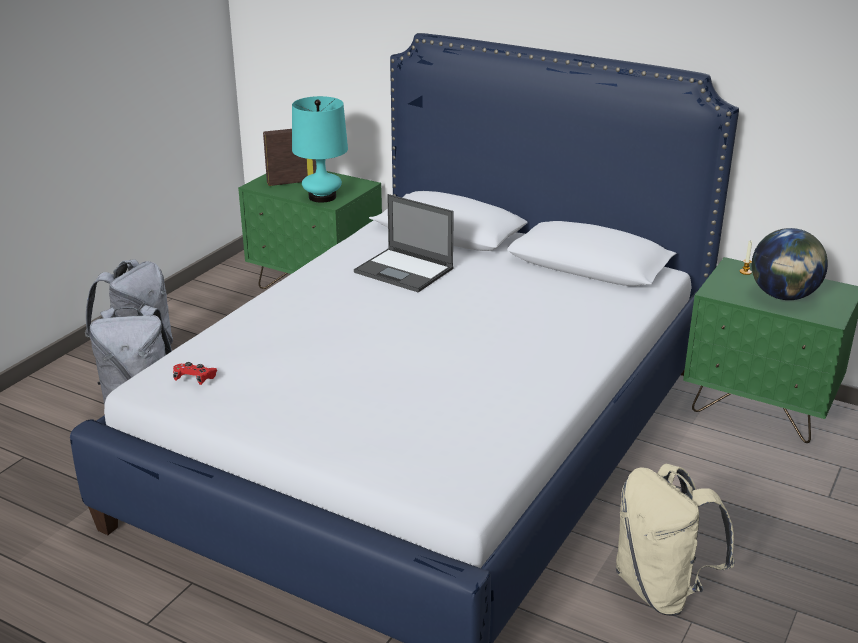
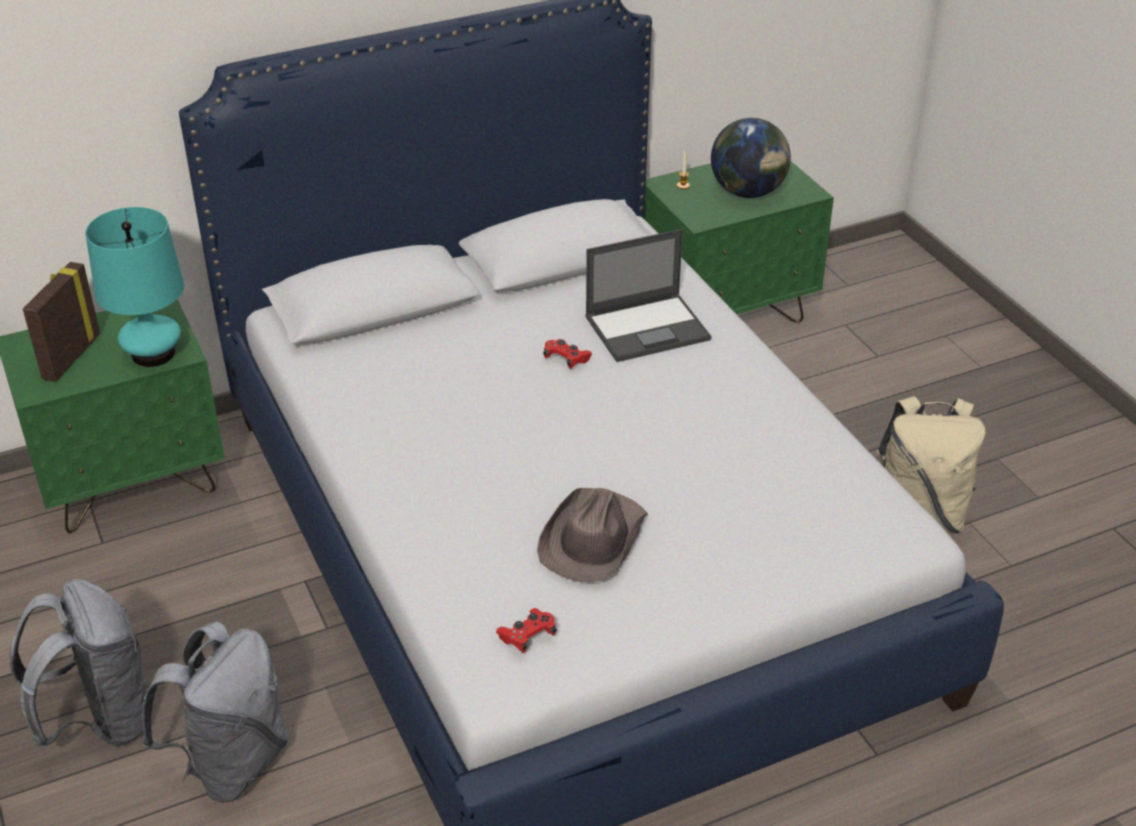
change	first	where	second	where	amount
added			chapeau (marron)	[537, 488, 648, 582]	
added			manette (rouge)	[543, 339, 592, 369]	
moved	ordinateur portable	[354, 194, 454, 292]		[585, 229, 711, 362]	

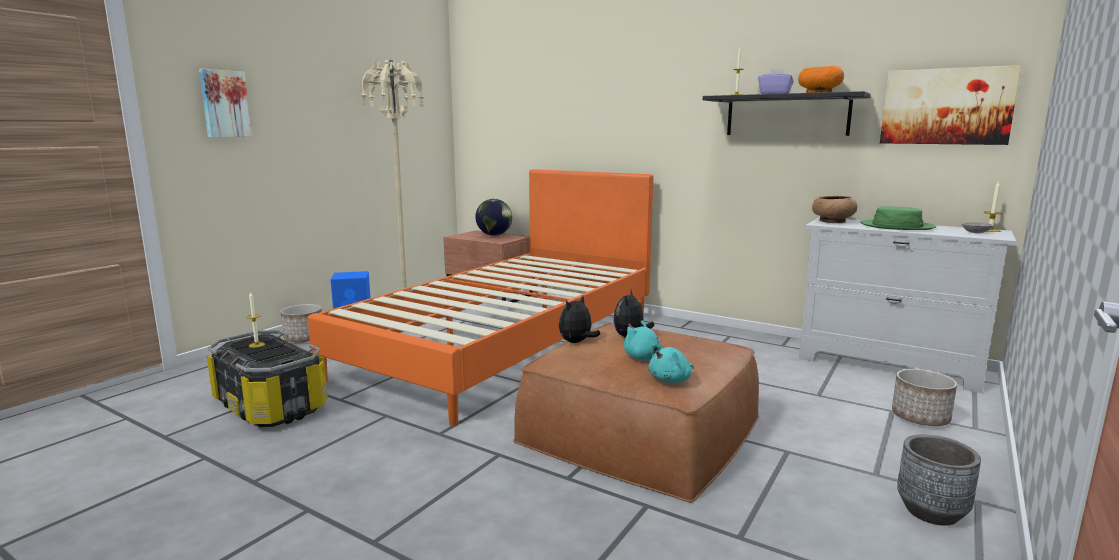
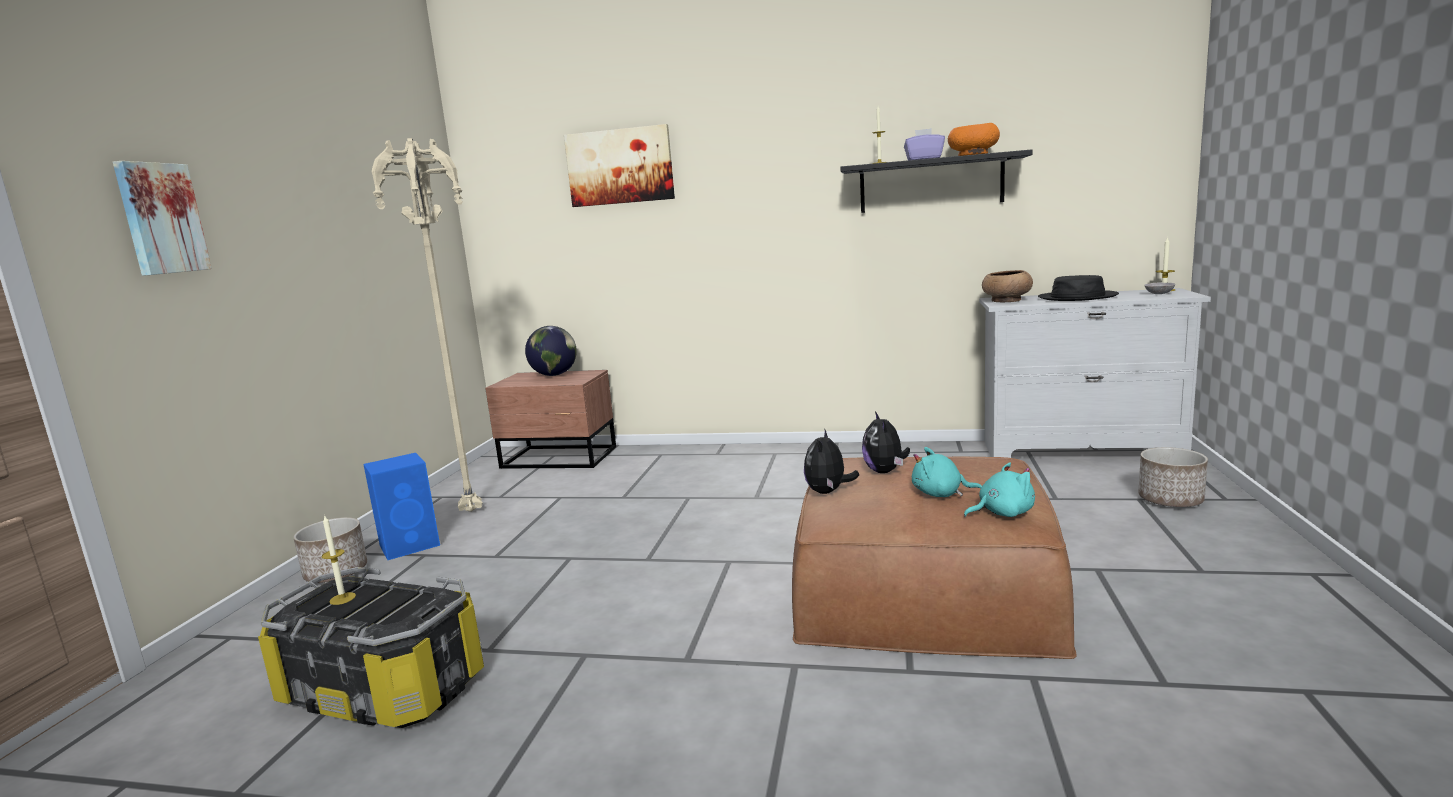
change	first	where	second	where	amount
removed	lit (orange)	[308, 169, 654, 426]			
removed	cache-pot (gris)	[897, 435, 981, 526]			
moved	tableau	[880, 65, 1021, 145]		[564, 124, 675, 207]	
recoloured	chapeau (vert)	[860, 206, 937, 230]	chapeau (noir)	[1038, 275, 1119, 301]	
turned	peluche (turquoise)	[649, 344, 694, 383]		[964, 463, 1035, 517]	135 degrees counterclockwise

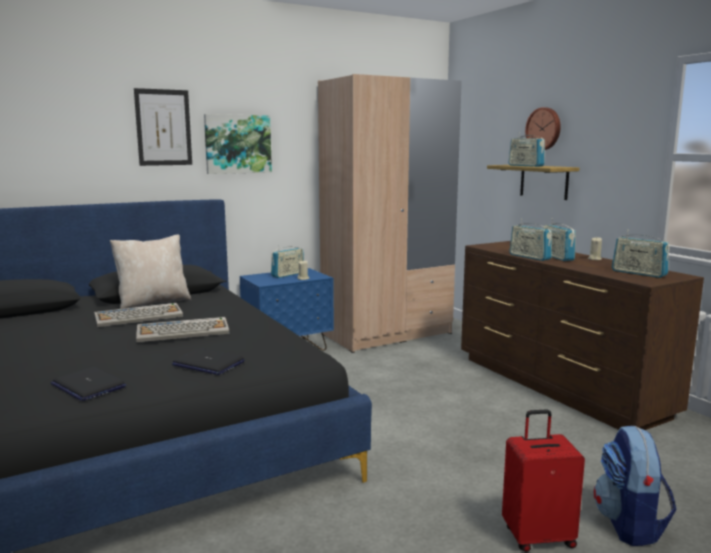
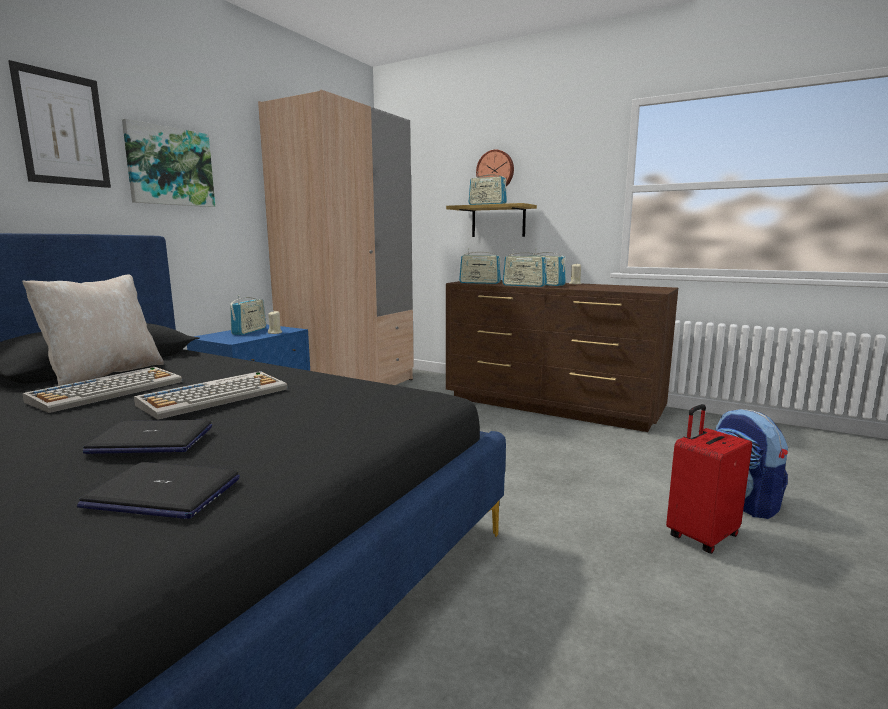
change	first	where	second	where	amount
moved	ordinateur portable	[172, 348, 245, 375]		[83, 420, 212, 454]	
moved	radio	[612, 230, 670, 278]		[459, 248, 501, 284]	

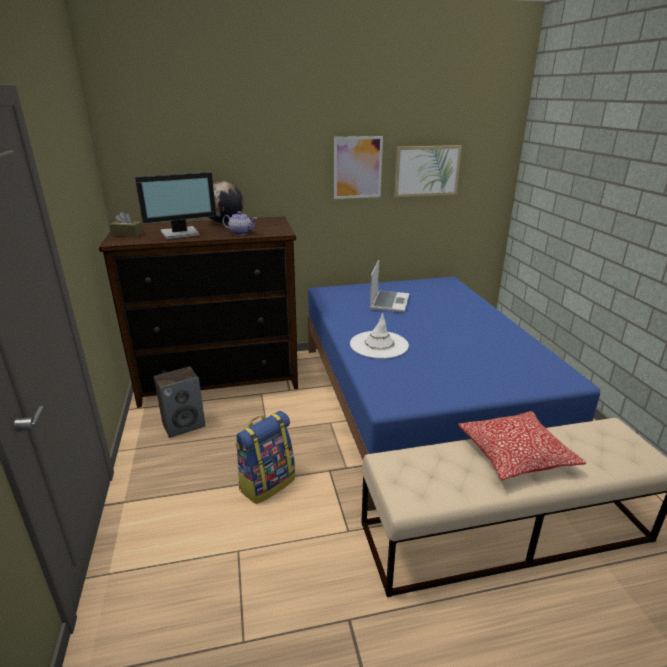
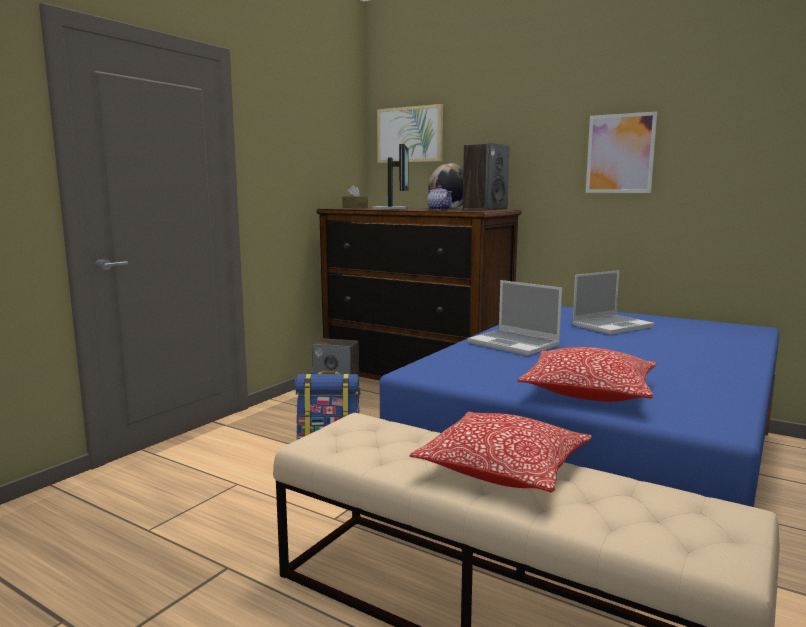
change	first	where	second	where	amount
added			enceinte	[463, 143, 509, 210]	
added			coussin	[517, 347, 657, 402]	
moved	tableau	[394, 145, 462, 197]		[377, 104, 443, 163]	
replaced	chapeau (blanc)	[350, 312, 409, 359]	ordinateur portable	[468, 280, 562, 356]	
turned	écran d'ordinateur	[135, 172, 216, 239]		[372, 144, 408, 209]	105 degrees counterclockwise

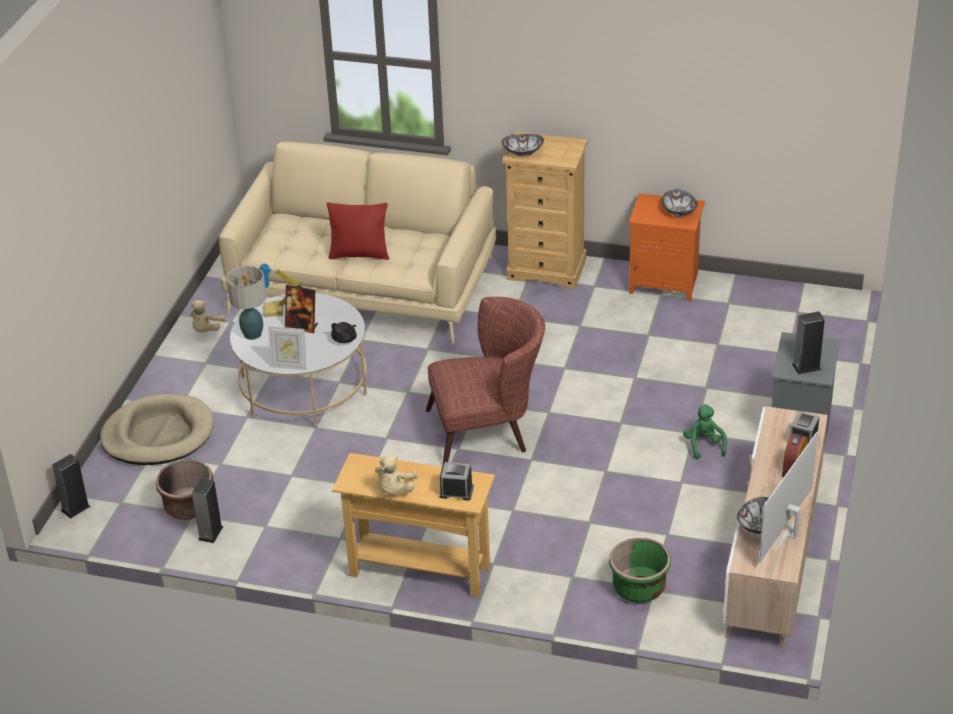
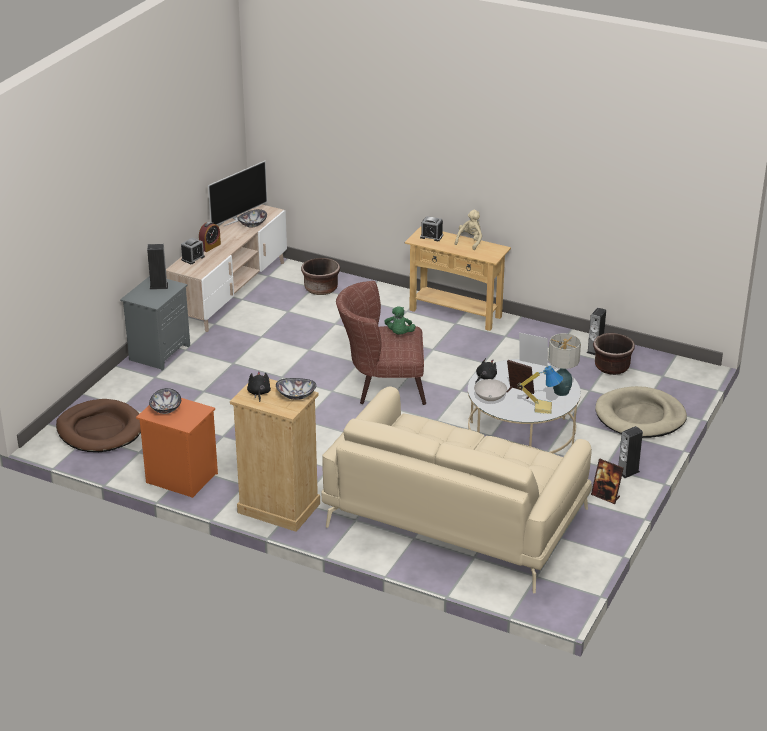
change	first	where	second	where	amount
removed	coussin (rouge)	[327, 202, 389, 260]			
added			panier pour chien (marron)	[56, 399, 141, 452]	
added			peluche (noir)	[247, 371, 271, 402]	
added			bol (blanc)	[474, 379, 507, 401]	
moved	enceinte	[52, 454, 90, 519]		[618, 426, 643, 478]	
moved	peluche (vert)	[683, 404, 727, 460]		[384, 306, 416, 335]	
replaced	peluche (beige)	[190, 300, 226, 333]	cadre photo	[591, 459, 624, 504]	
recoloured	cache-pot (vert)	[609, 538, 671, 603]	cache-pot (marron)	[301, 258, 340, 295]	

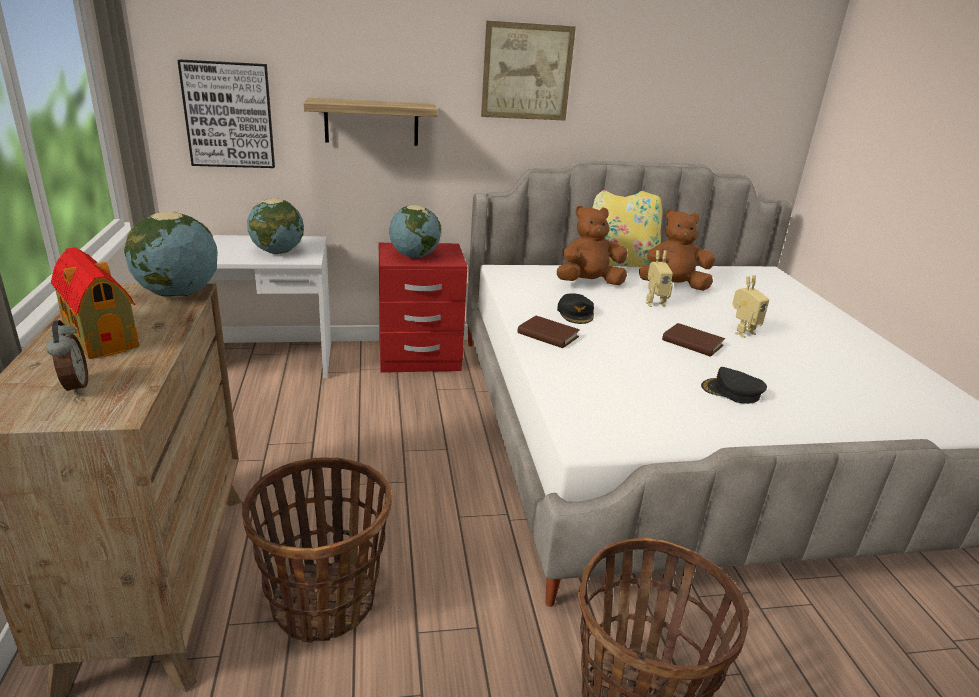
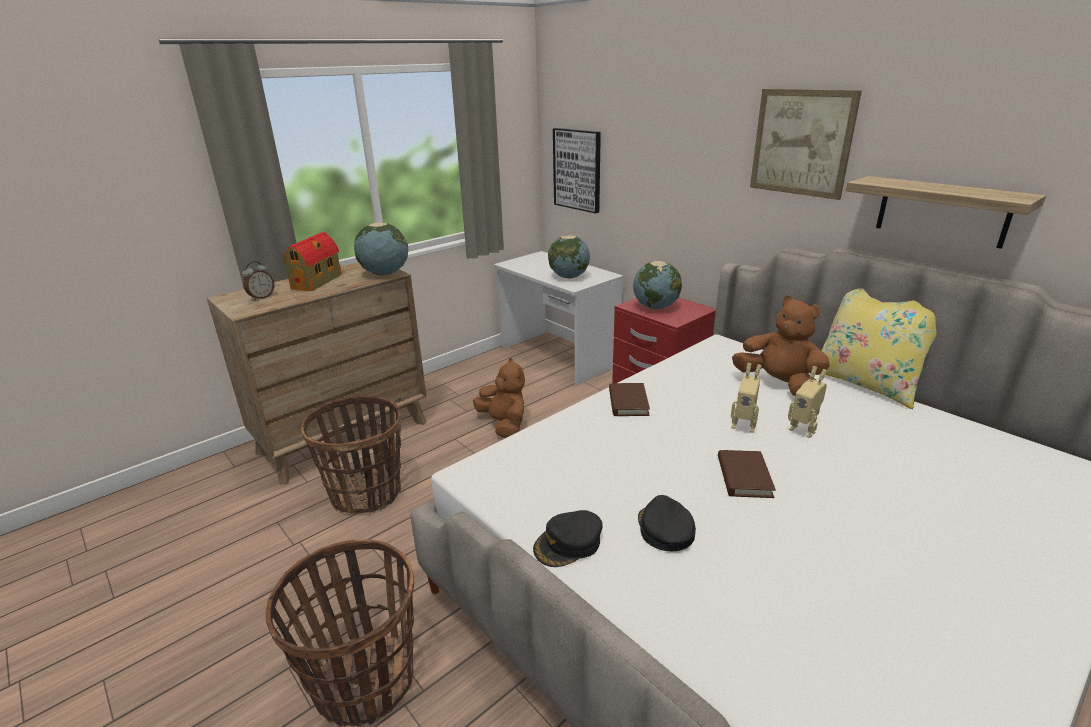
change	first	where	second	where	amount
moved	étagère	[304, 98, 438, 146]		[846, 176, 1046, 249]	
moved	casquette (noir)	[557, 293, 594, 324]		[533, 510, 603, 567]	
moved	peluche (marron)	[639, 209, 715, 291]		[473, 358, 525, 438]	
moved	robot jouet	[732, 275, 769, 338]		[731, 363, 762, 433]	

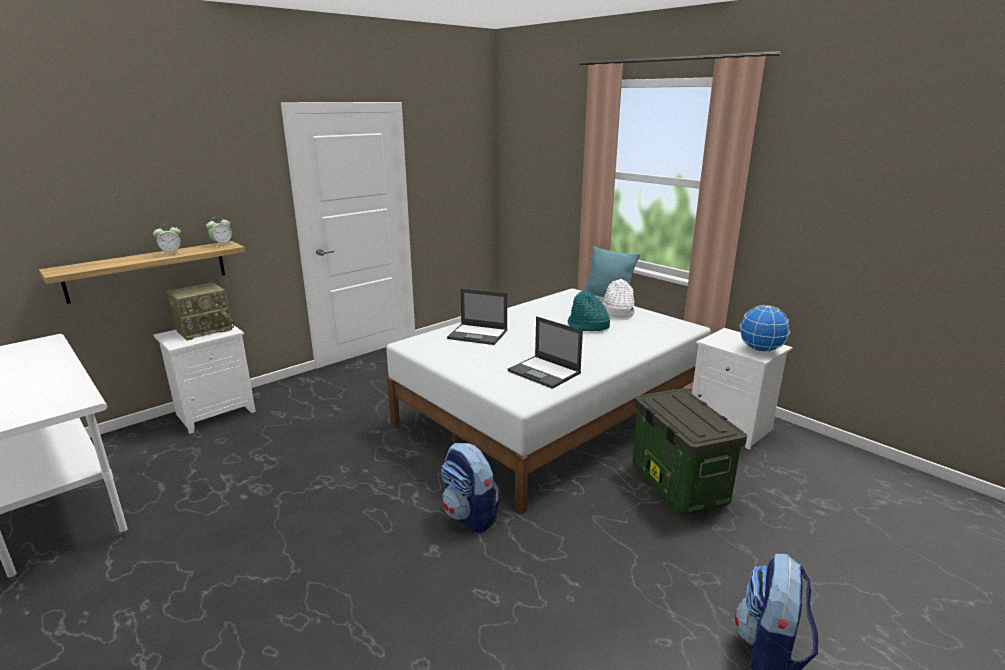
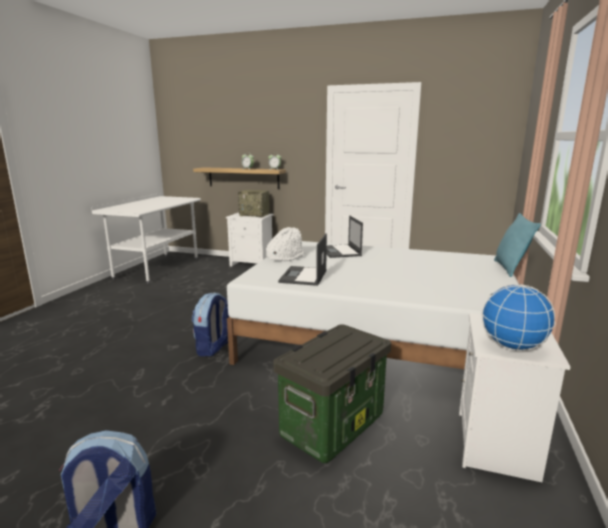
change	first	where	second	where	amount
removed	chapeau (turquoise)	[568, 291, 610, 331]			
moved	chapeau (blanc)	[603, 279, 635, 317]		[266, 227, 305, 261]	

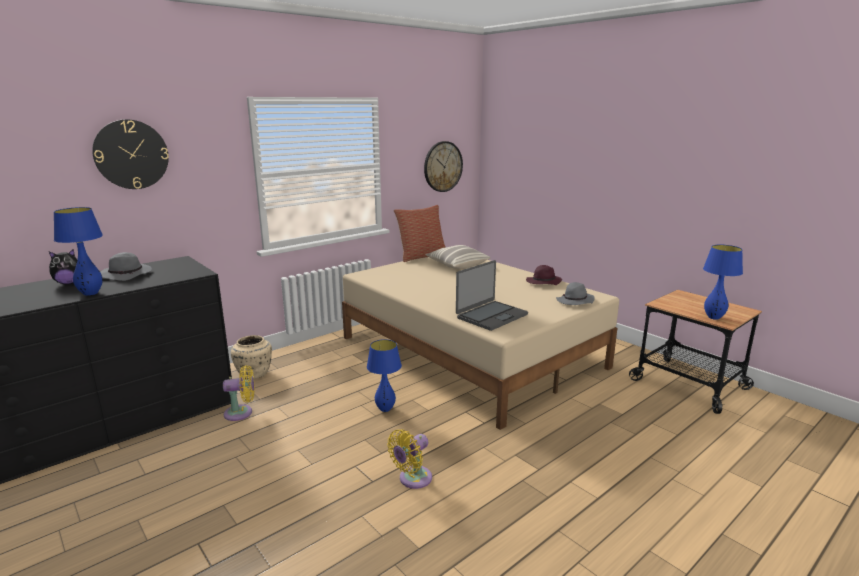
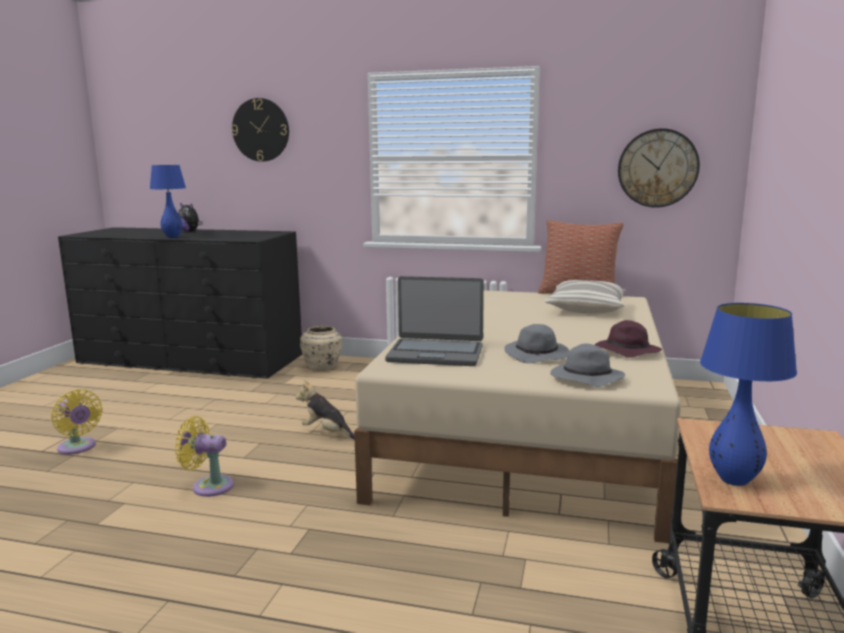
change	first	where	second	where	amount
moved	chapeau (gris)	[100, 252, 152, 281]		[504, 324, 570, 363]	
moved	ventilateur (jaune)	[223, 365, 255, 421]		[51, 389, 102, 455]	
replaced	lampe de table (bleu)	[367, 339, 402, 412]	peluche	[296, 380, 355, 439]	

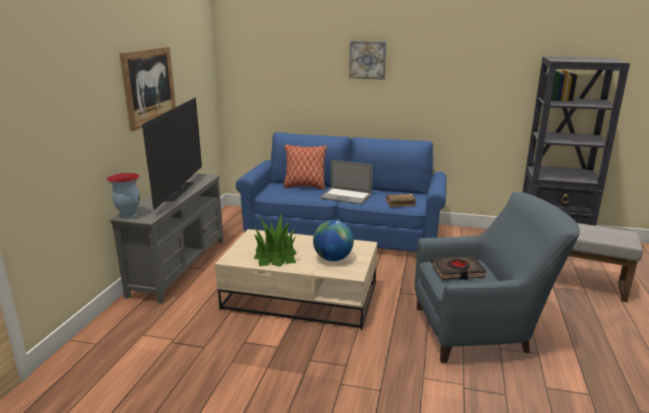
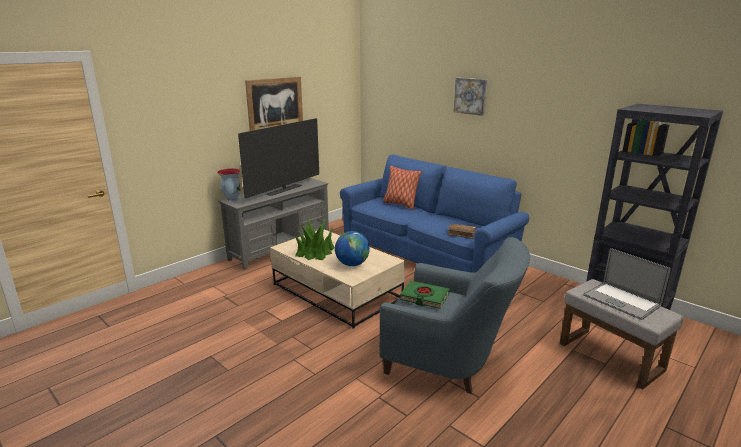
change	first	where	second	where	amount
moved	ordinateur portable	[320, 160, 373, 205]		[583, 248, 671, 320]	
recoloured	livre (noir)	[431, 256, 487, 280]	livre (vert)	[400, 281, 450, 309]	

